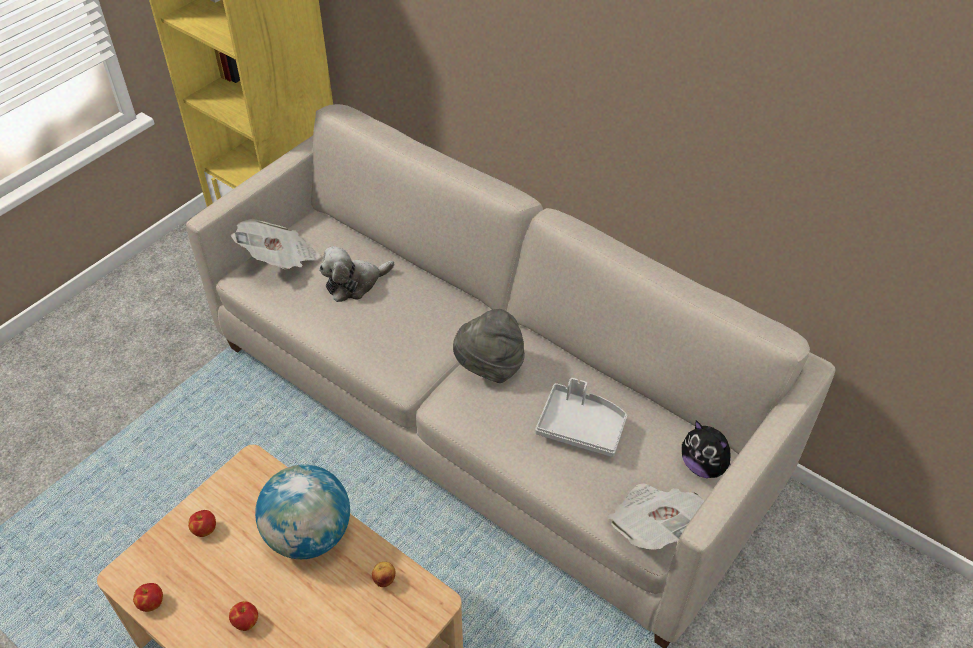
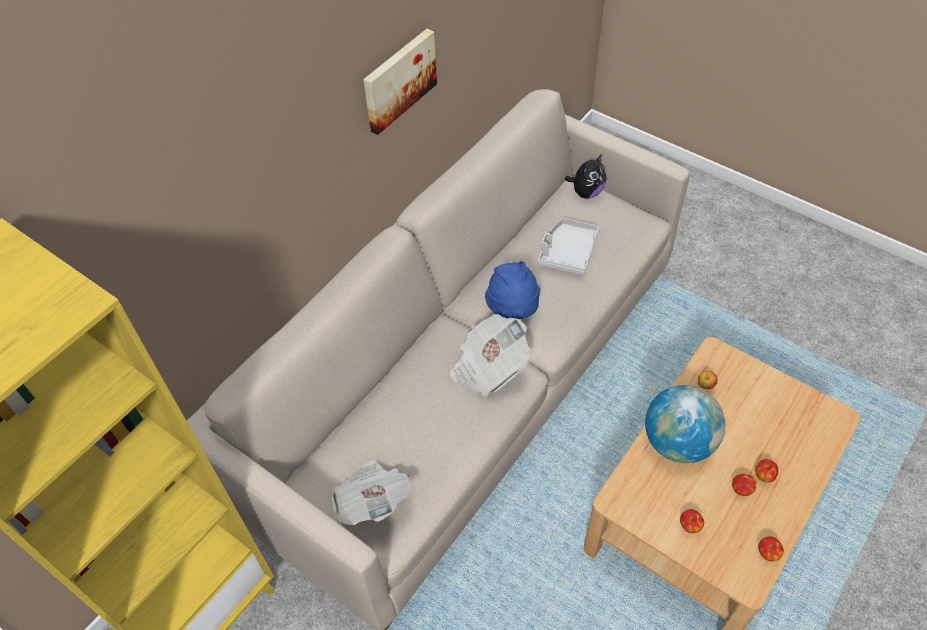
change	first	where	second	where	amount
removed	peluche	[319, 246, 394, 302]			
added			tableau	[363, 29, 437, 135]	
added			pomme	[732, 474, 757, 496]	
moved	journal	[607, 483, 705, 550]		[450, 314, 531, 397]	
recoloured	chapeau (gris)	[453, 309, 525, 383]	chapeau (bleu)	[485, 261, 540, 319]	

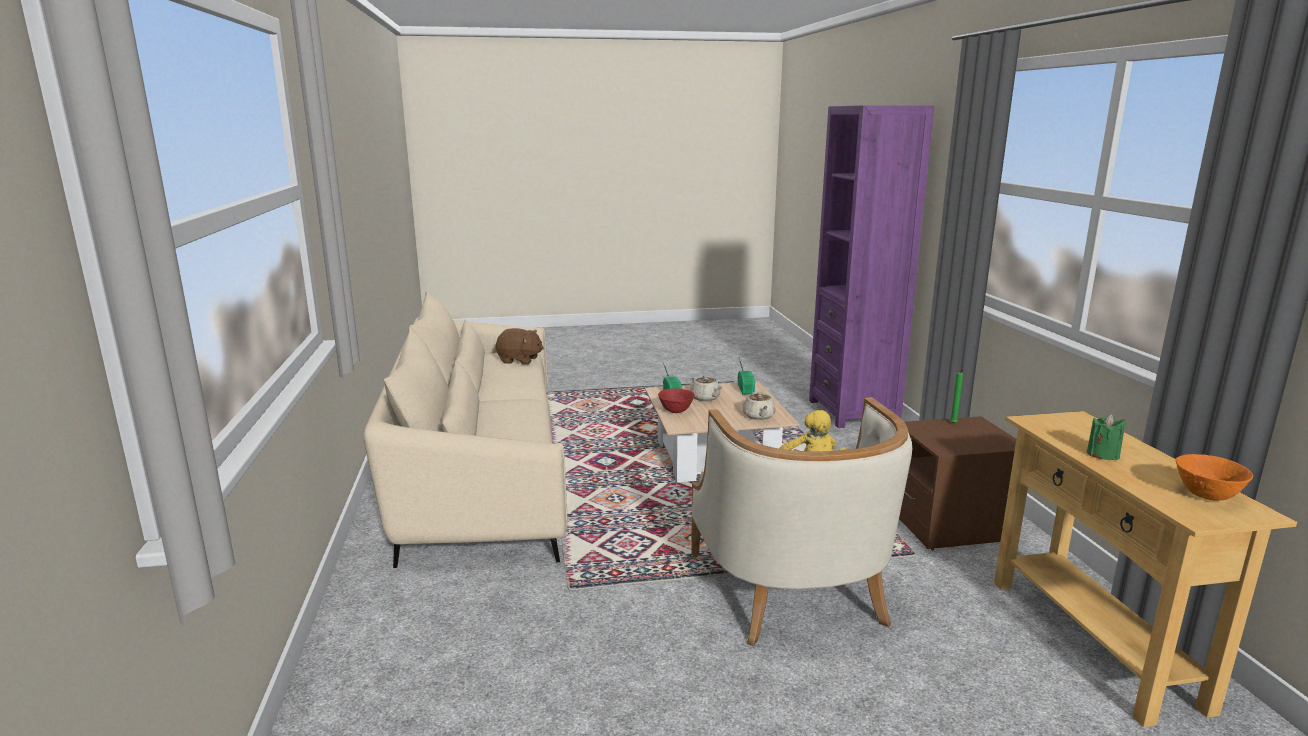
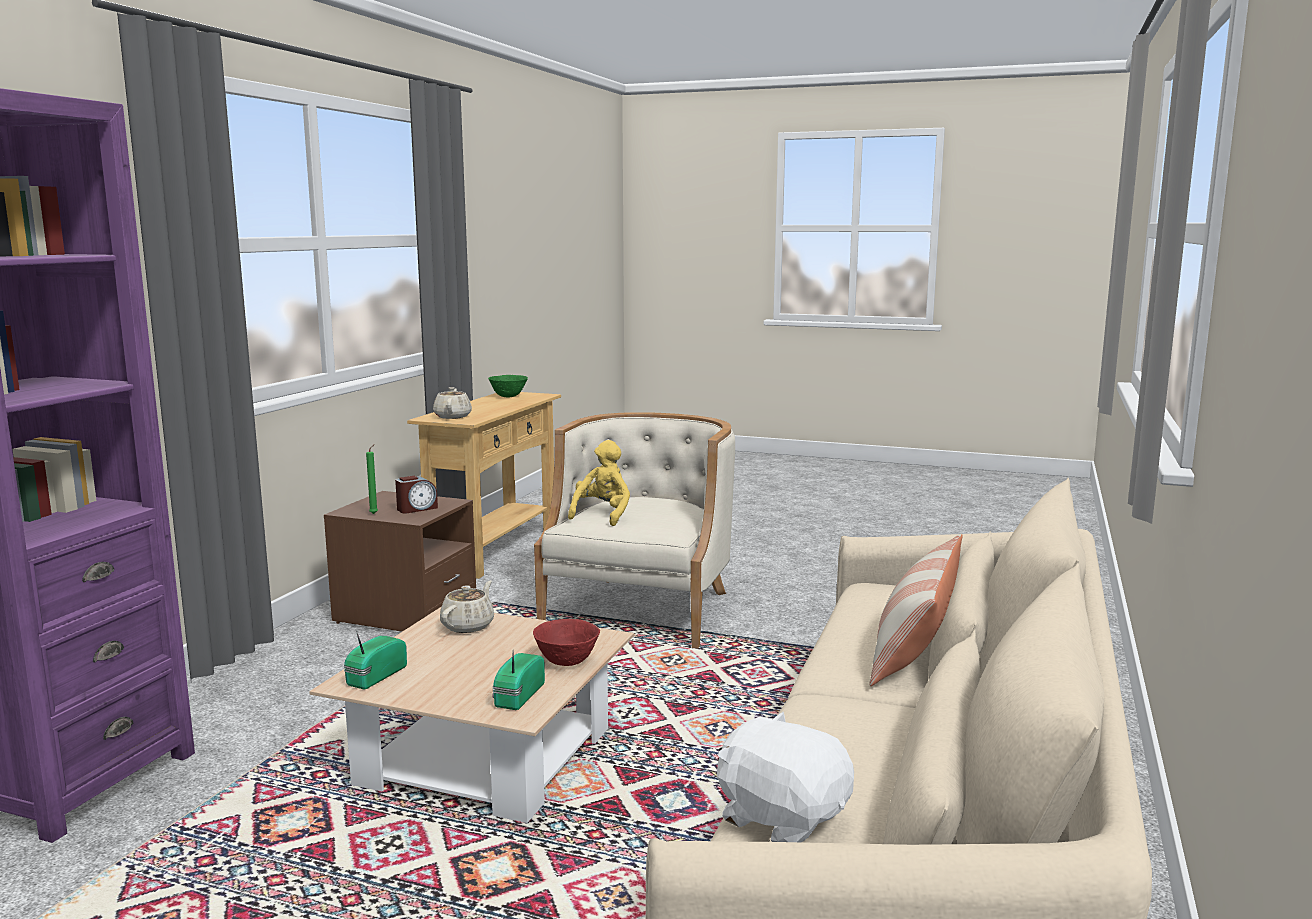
change	first	where	second	where	amount
removed	bougie (vert)	[1087, 414, 1126, 460]			
added			réveil	[395, 476, 438, 513]	
added			coussin	[870, 533, 962, 686]	
moved	théière (beige)	[690, 375, 722, 401]		[433, 387, 472, 419]	
recoloured	peluche (marron)	[496, 328, 544, 365]	peluche (blanc)	[717, 712, 854, 842]	
recoloured	bol (orange)	[1175, 454, 1253, 500]	bol (vert)	[488, 375, 528, 397]	

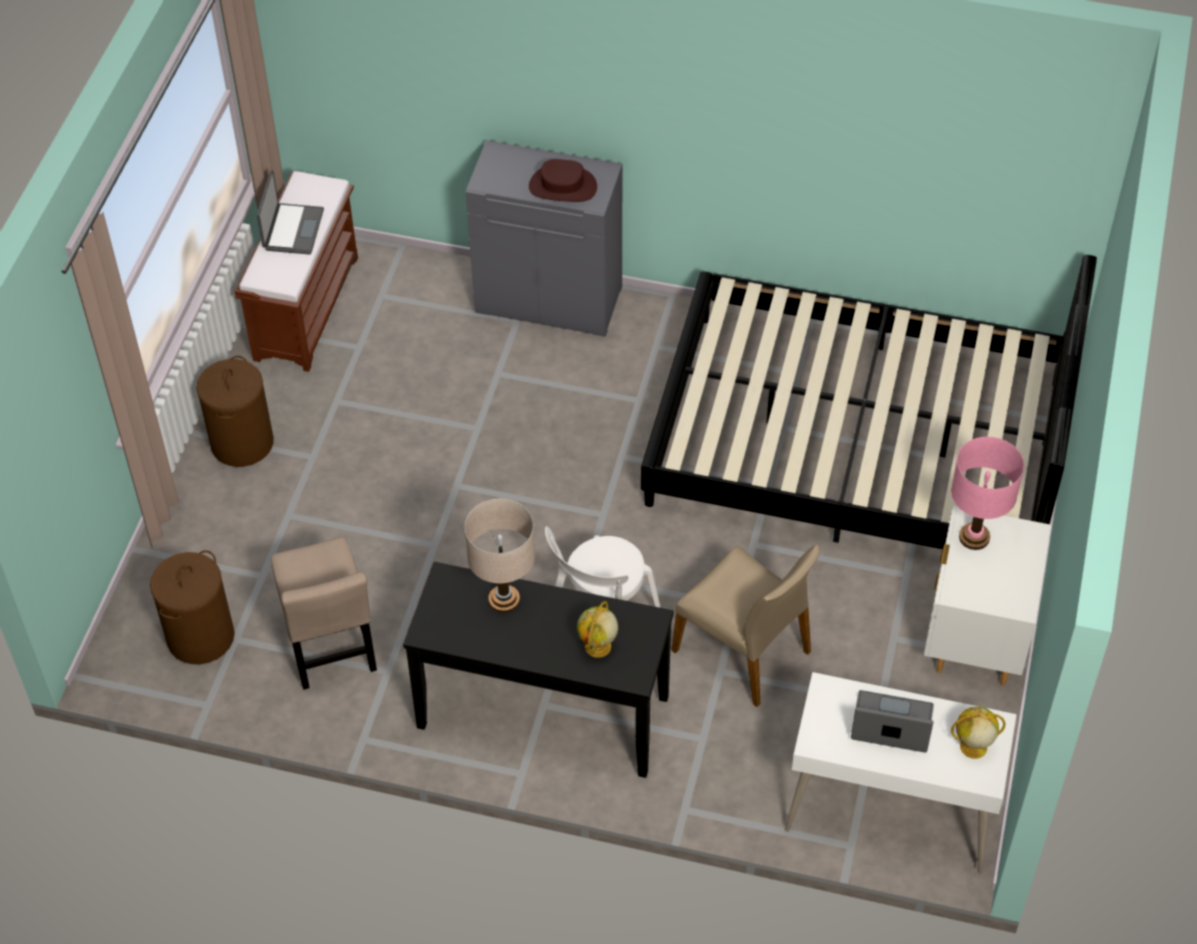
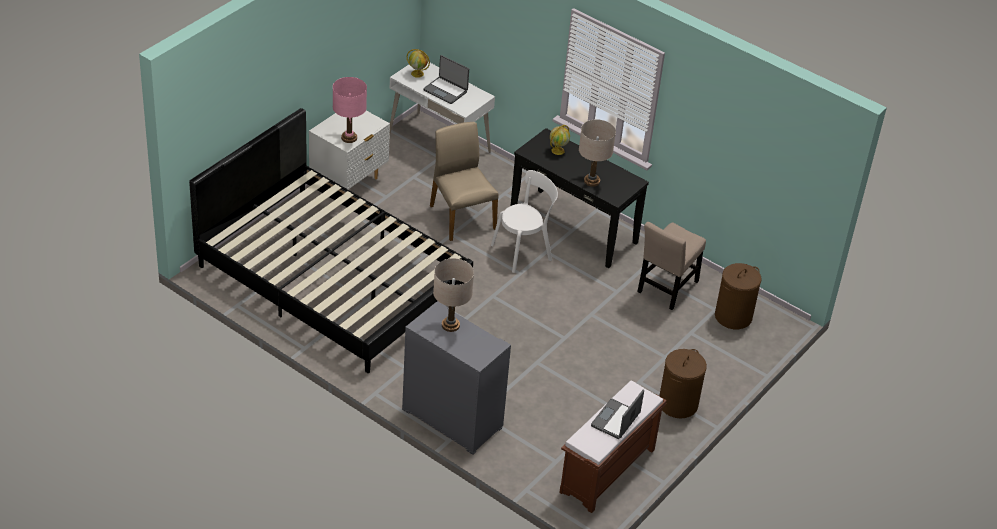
change	first	where	second	where	amount
replaced	chapeau (marron)	[529, 159, 597, 202]	lampe de table (beige)	[433, 258, 474, 332]	
turned	chaise (beige)	[271, 537, 377, 690]		[637, 222, 706, 310]	150 degrees counterclockwise

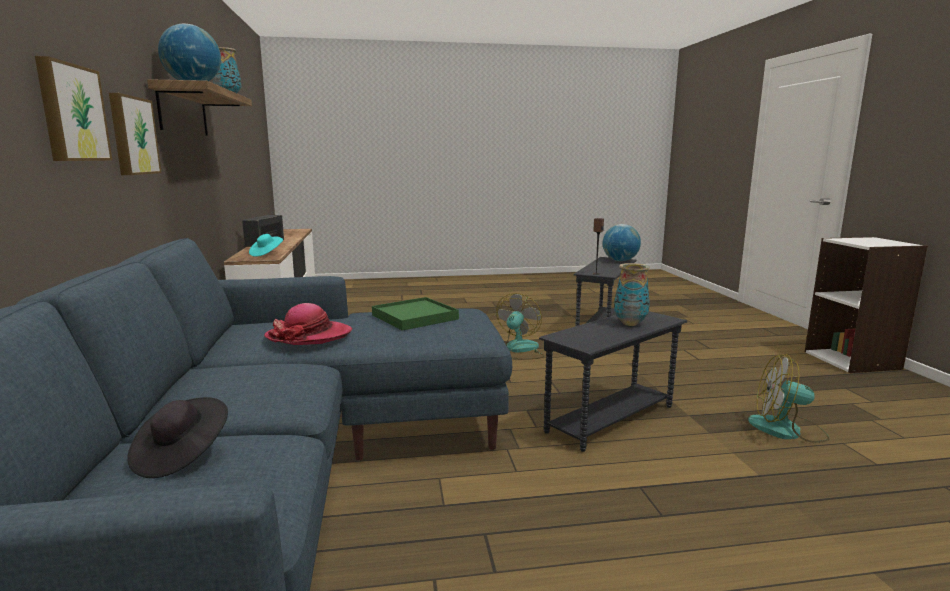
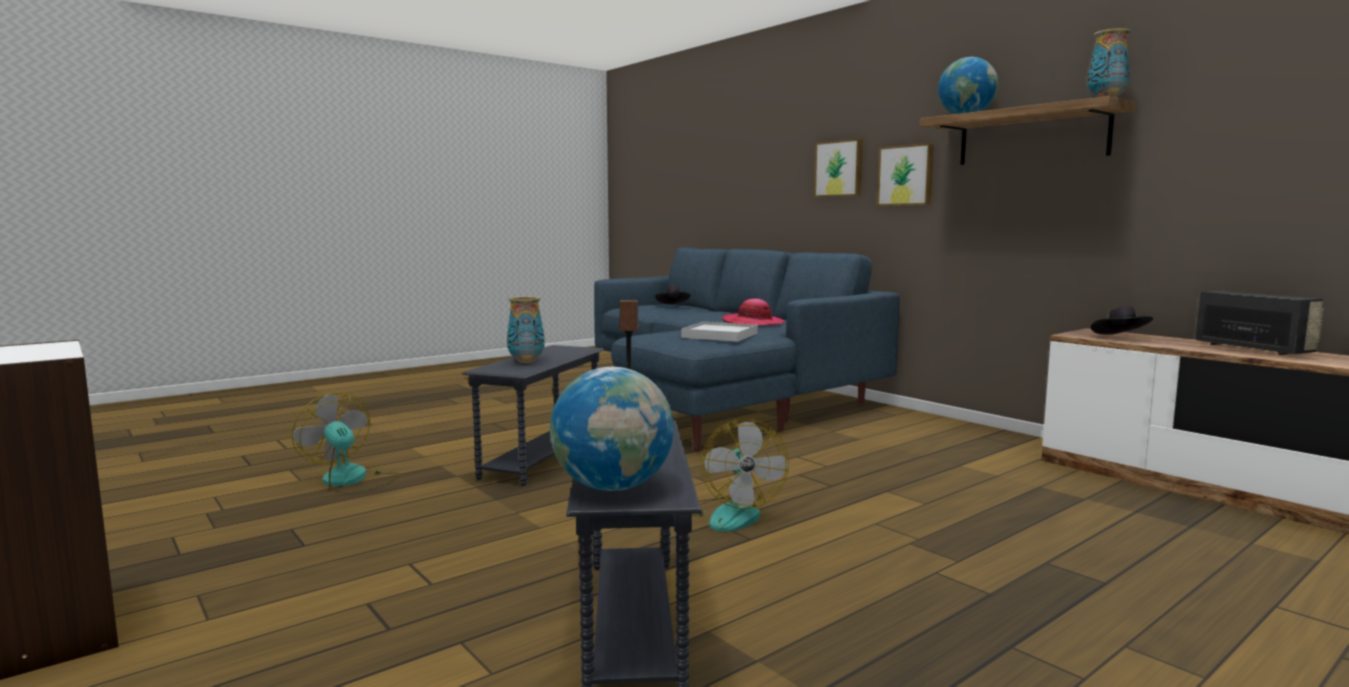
change	first	where	second	where	amount
recoloured	chapeau (turquoise)	[249, 234, 283, 257]	chapeau (noir)	[1091, 306, 1153, 335]	
recoloured	plateau (vert)	[372, 297, 459, 331]	plateau (blanc)	[681, 322, 758, 342]	
turned	ventilateur	[748, 354, 829, 443]		[292, 393, 400, 493]	120 degrees counterclockwise

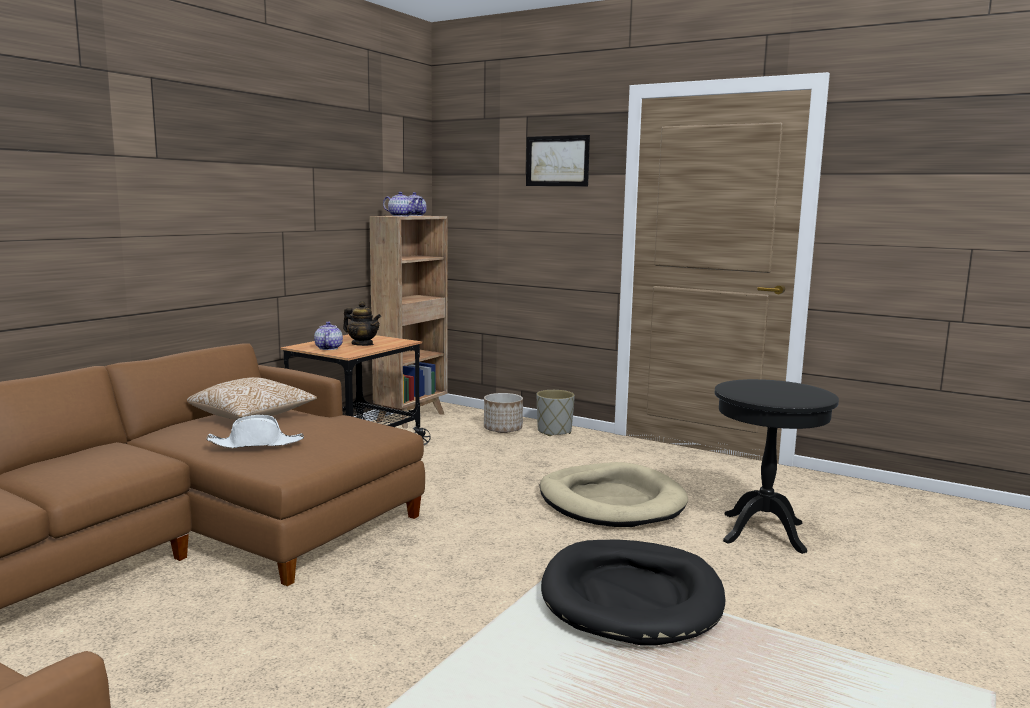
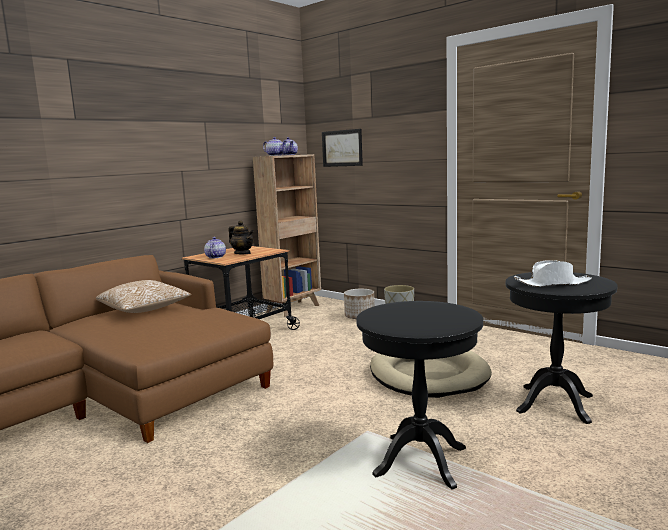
change	first	where	second	where	amount
moved	chapeau (blanc)	[206, 415, 304, 448]		[514, 260, 592, 287]	
moved	tableau	[526, 135, 590, 186]		[322, 129, 363, 167]	
replaced	panier pour chien (noir)	[541, 540, 725, 646]	table d'appoint (noir)	[356, 301, 483, 490]	

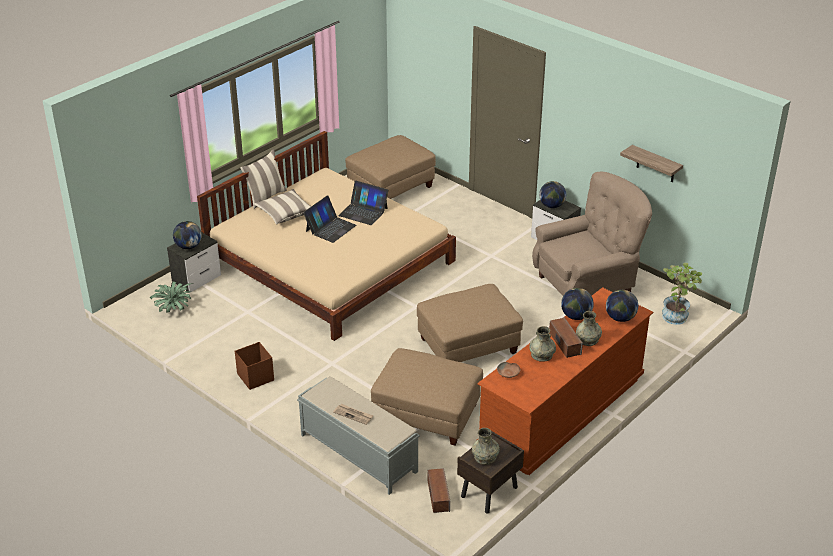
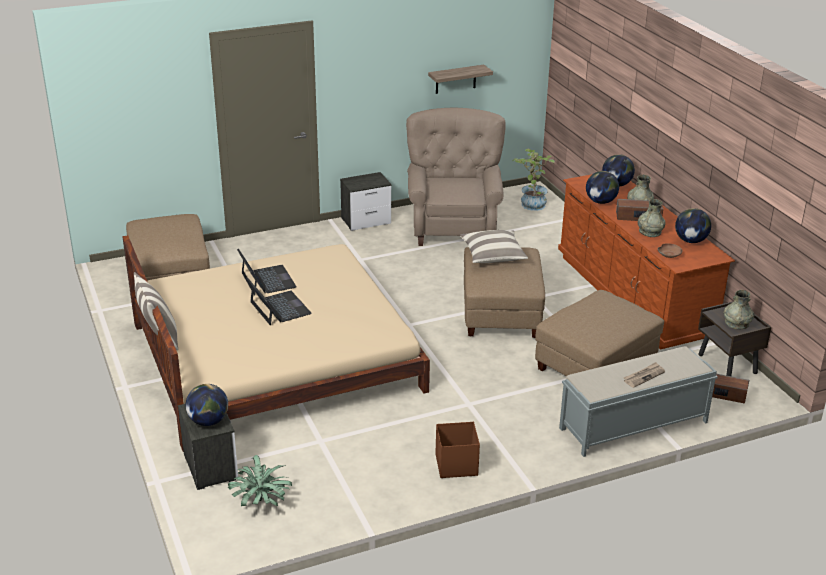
change	first	where	second	where	amount
moved	coussin	[254, 189, 311, 224]		[460, 230, 528, 264]	
moved	globe	[539, 181, 566, 208]		[675, 208, 711, 243]	
turned	ordinateur portable	[339, 181, 388, 225]		[237, 249, 297, 296]	75 degrees counterclockwise

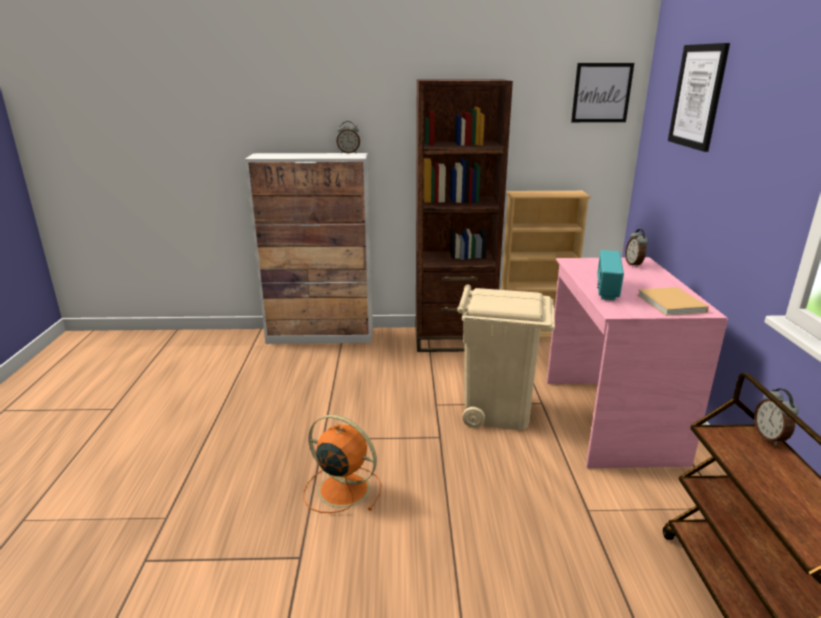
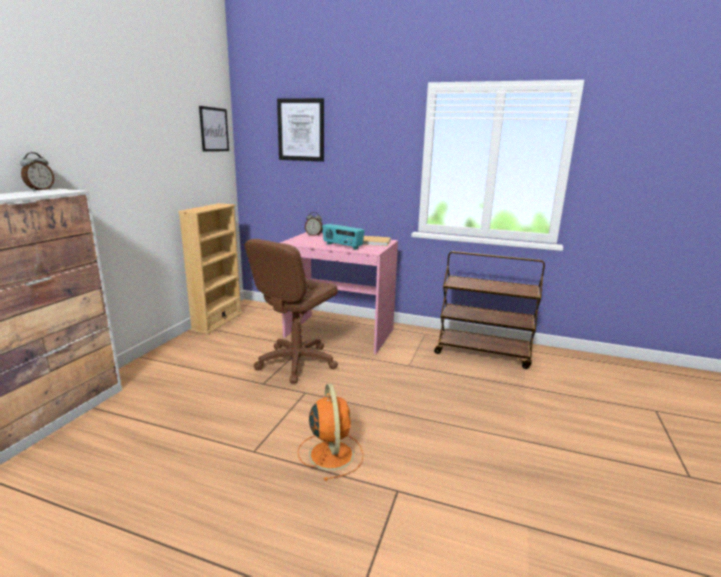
change	first	where	second	where	amount
removed	bibliothèque (marron)	[415, 79, 513, 352]			
removed	réveil	[754, 389, 798, 446]			
replaced	poubelle (beige)	[457, 285, 555, 430]	chaise de bureau (marron)	[245, 239, 338, 383]	
turned	ventilateur (orange)	[303, 415, 382, 513]		[298, 384, 363, 481]	120 degrees clockwise

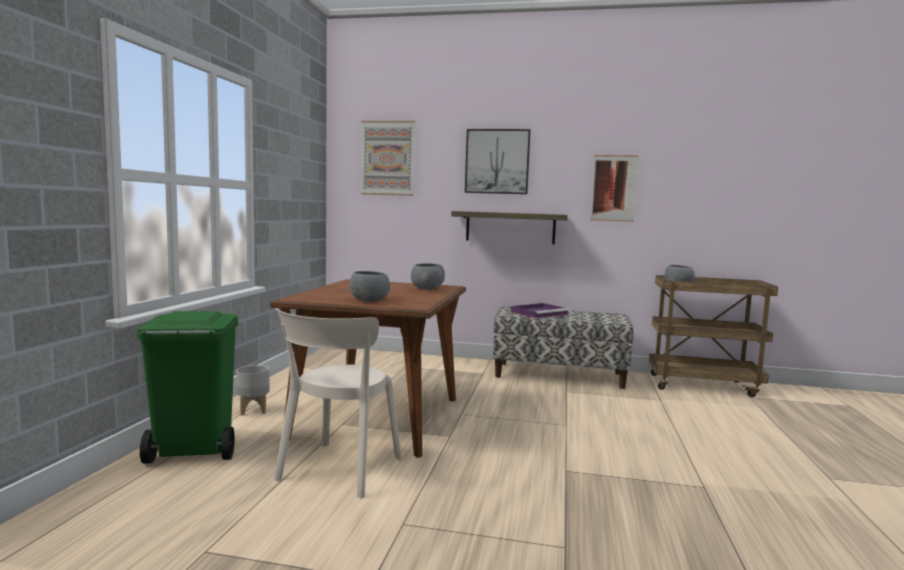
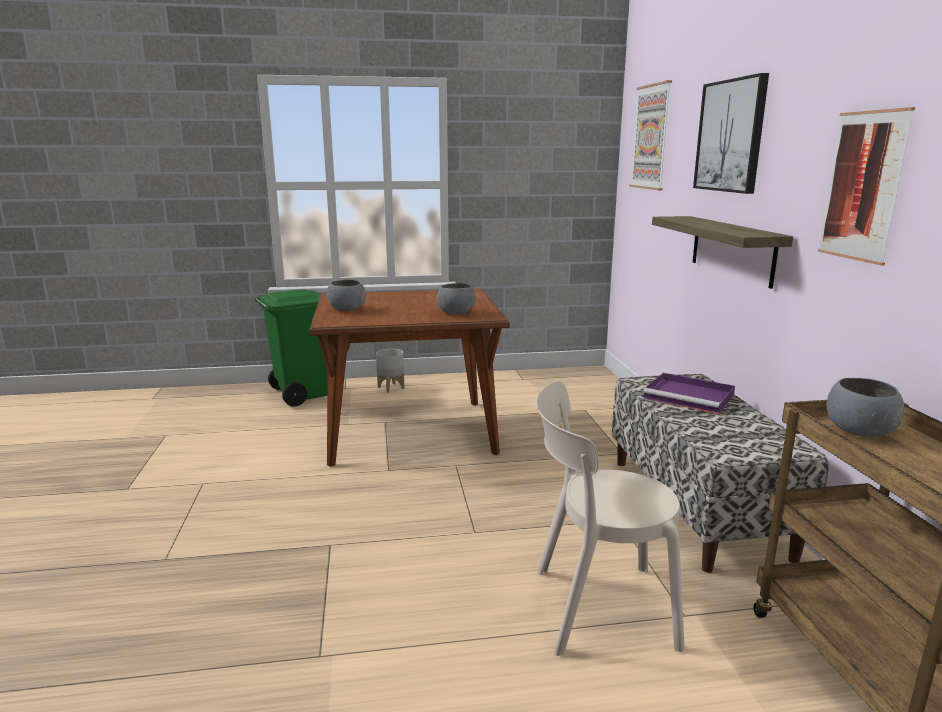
change	first	where	second	where	amount
moved	chaise (beige)	[274, 308, 402, 498]		[536, 381, 685, 656]	

